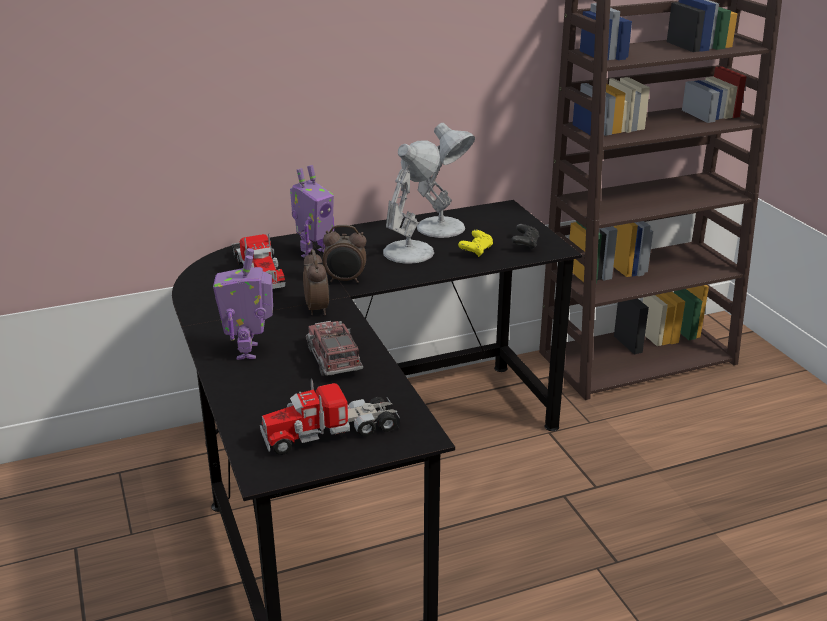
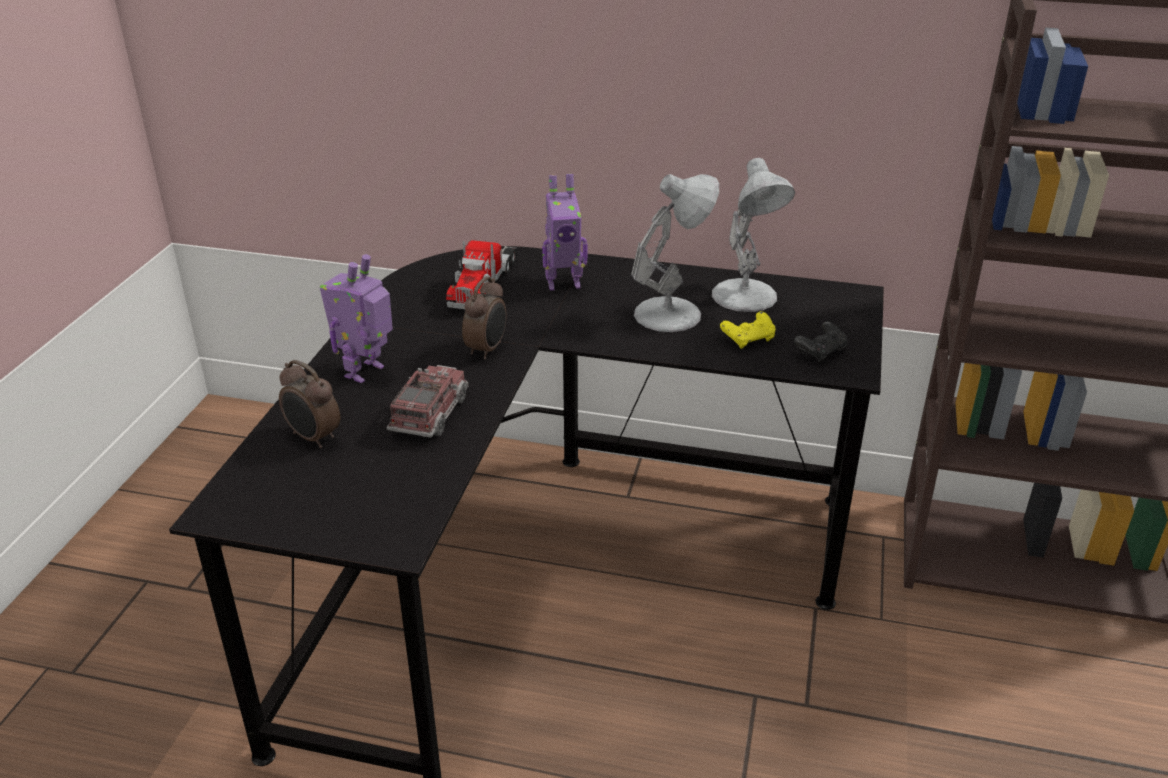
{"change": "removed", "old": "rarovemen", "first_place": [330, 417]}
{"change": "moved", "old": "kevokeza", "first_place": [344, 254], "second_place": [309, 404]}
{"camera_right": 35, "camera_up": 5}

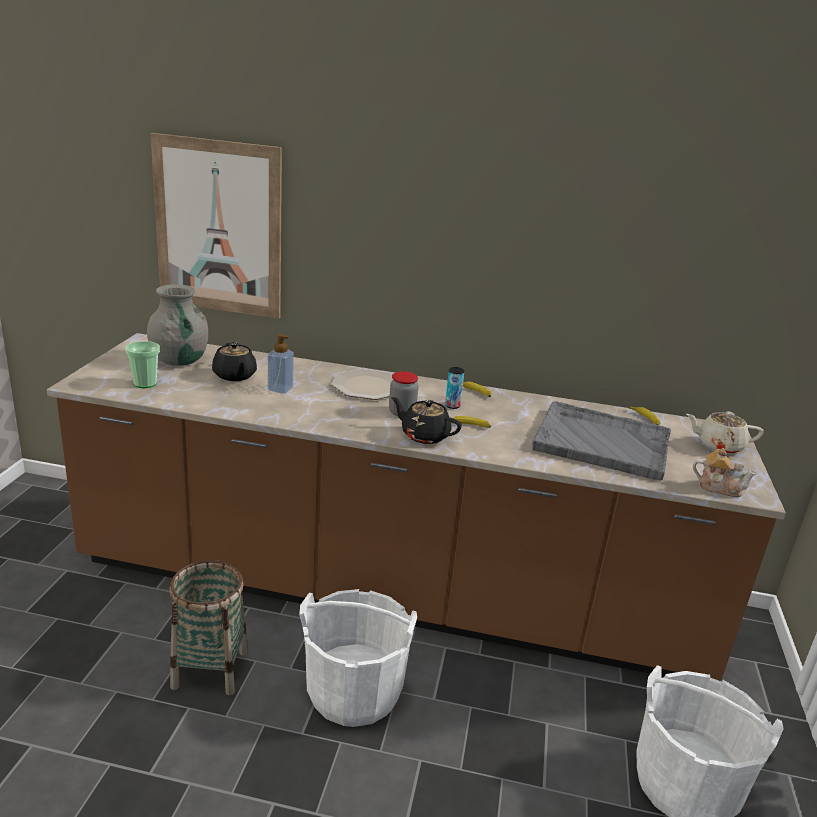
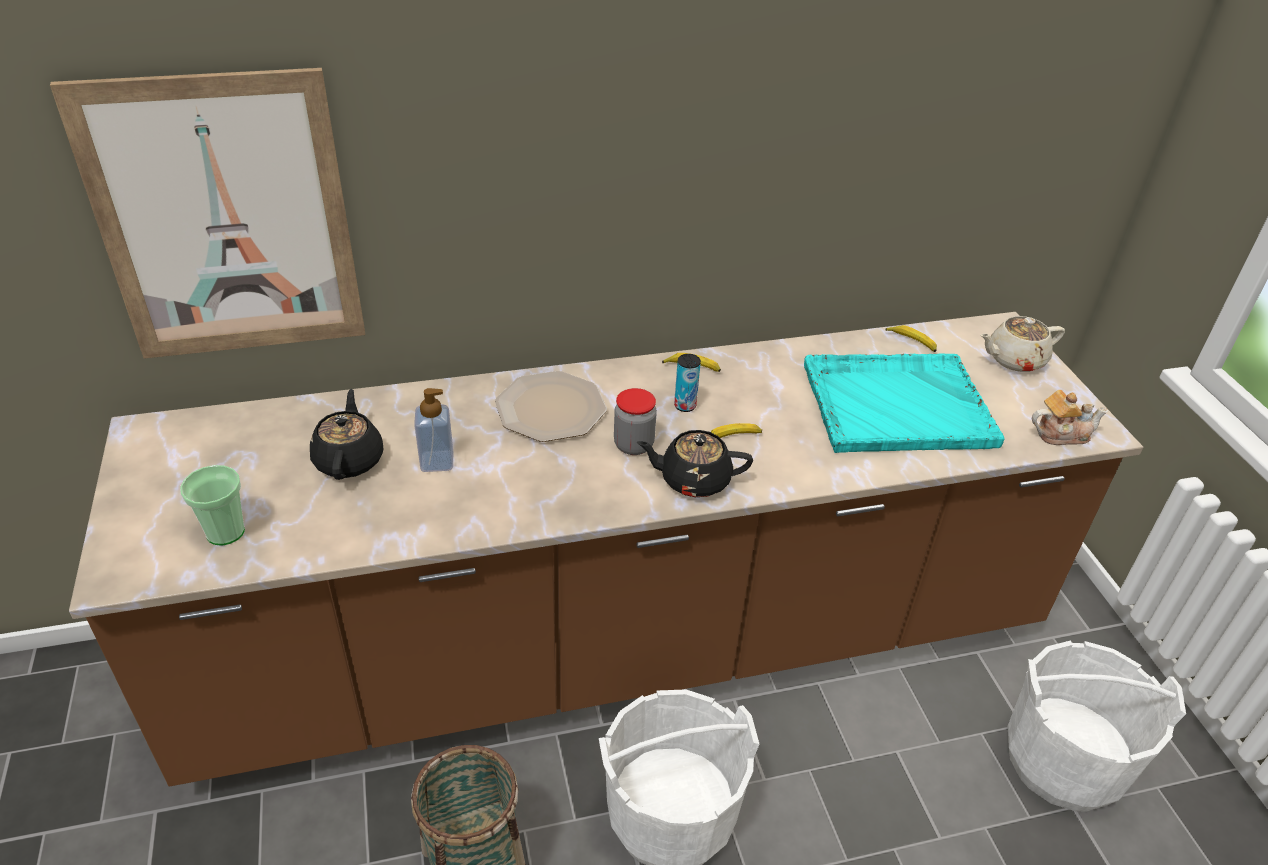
{"change": "removed", "old": "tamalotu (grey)", "first_place": [177, 325]}
{"change": "recoloured", "old": "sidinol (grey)", "new": "sidinol (turquoise)", "first_place": [601, 440], "second_place": [904, 403]}
{"change": "turned", "old": "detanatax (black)", "first_place": [234, 361], "second_place": [347, 434], "degrees": -135}
{"camera_right": -25, "camera_up": 15}

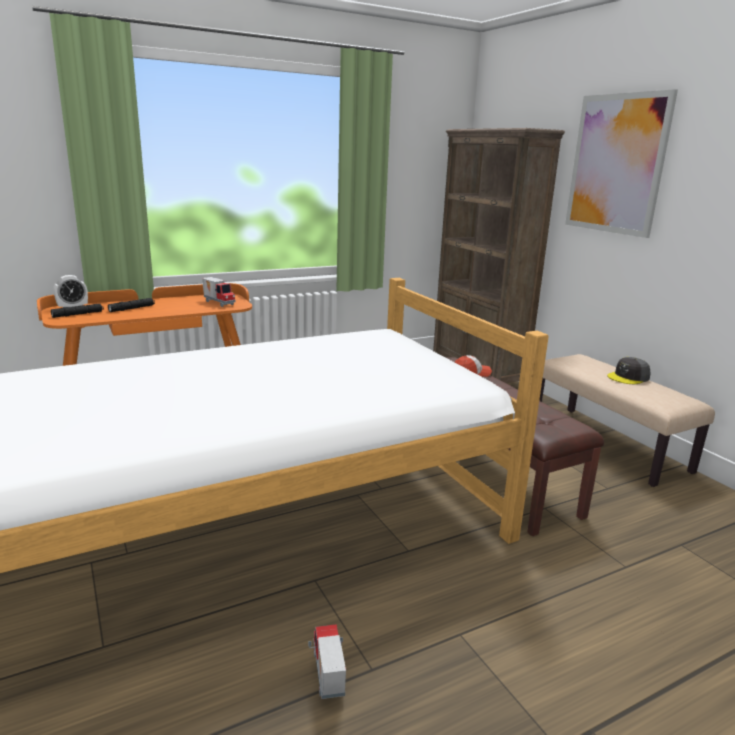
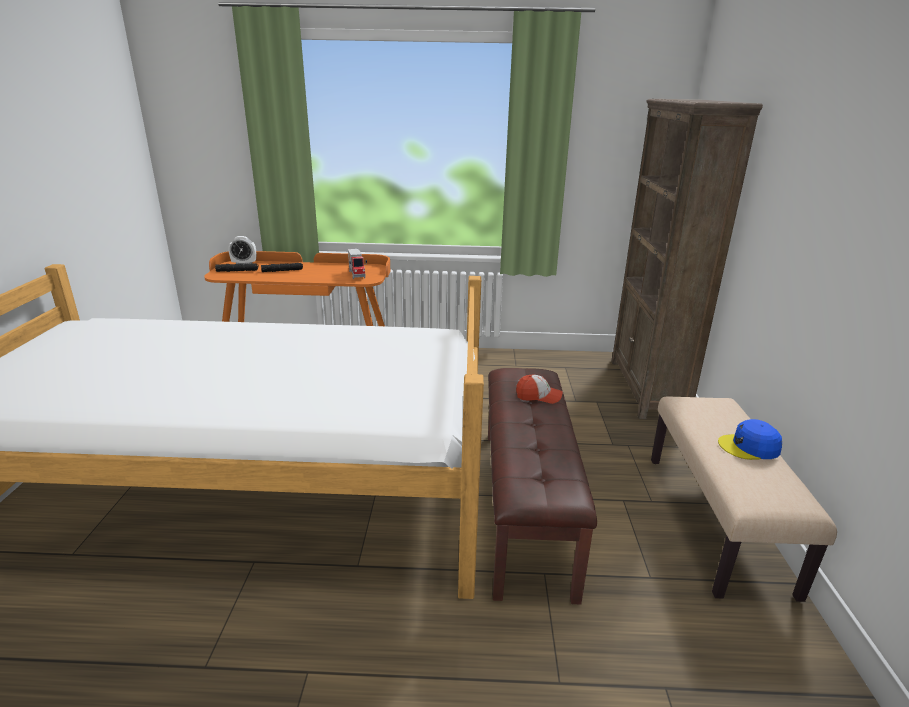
{"change": "removed", "old": "rarovemen", "first_place": [327, 661]}
{"change": "removed", "old": "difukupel", "first_place": [621, 163]}
{"change": "recoloured", "old": "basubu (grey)", "new": "basubu (blue)", "first_place": [629, 370], "second_place": [750, 439]}
{"camera_right": 30, "camera_up": 5}

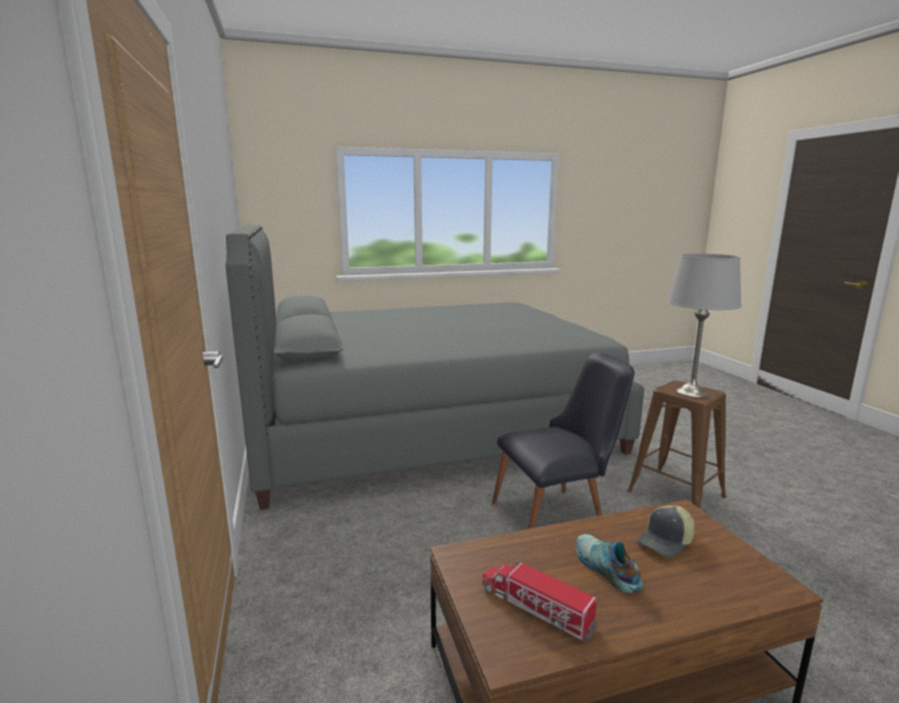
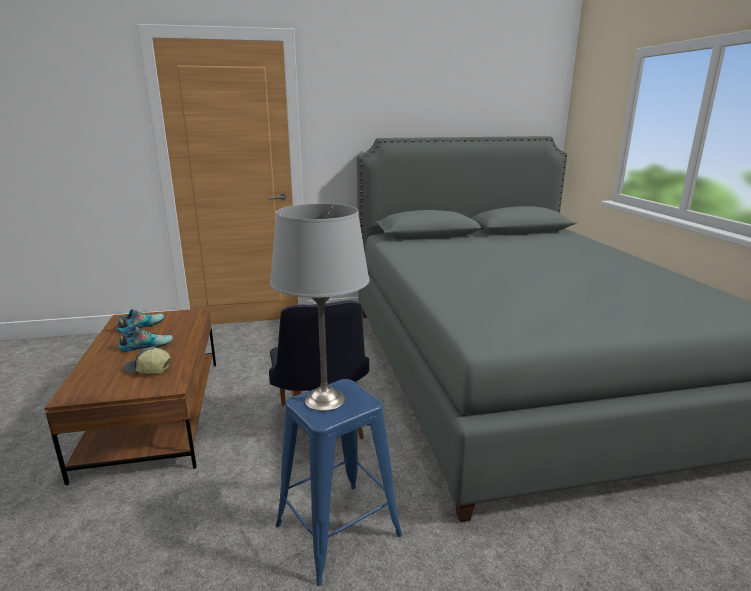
{"change": "replaced", "old": "rarovemen", "new": "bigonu", "first_place": [540, 600], "second_place": [141, 321]}
{"change": "recoloured", "old": "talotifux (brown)", "new": "talotifux (blue)", "first_place": [676, 445], "second_place": [339, 482]}
{"change": "turned", "old": "basubu", "first_place": [666, 531], "second_place": [147, 360], "degrees": -45}
{"camera_right": 95, "camera_up": 5}

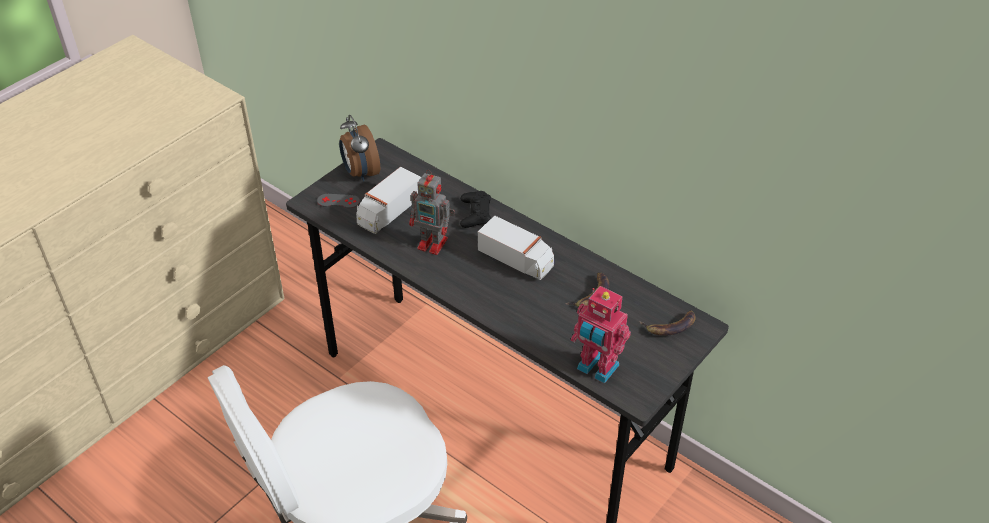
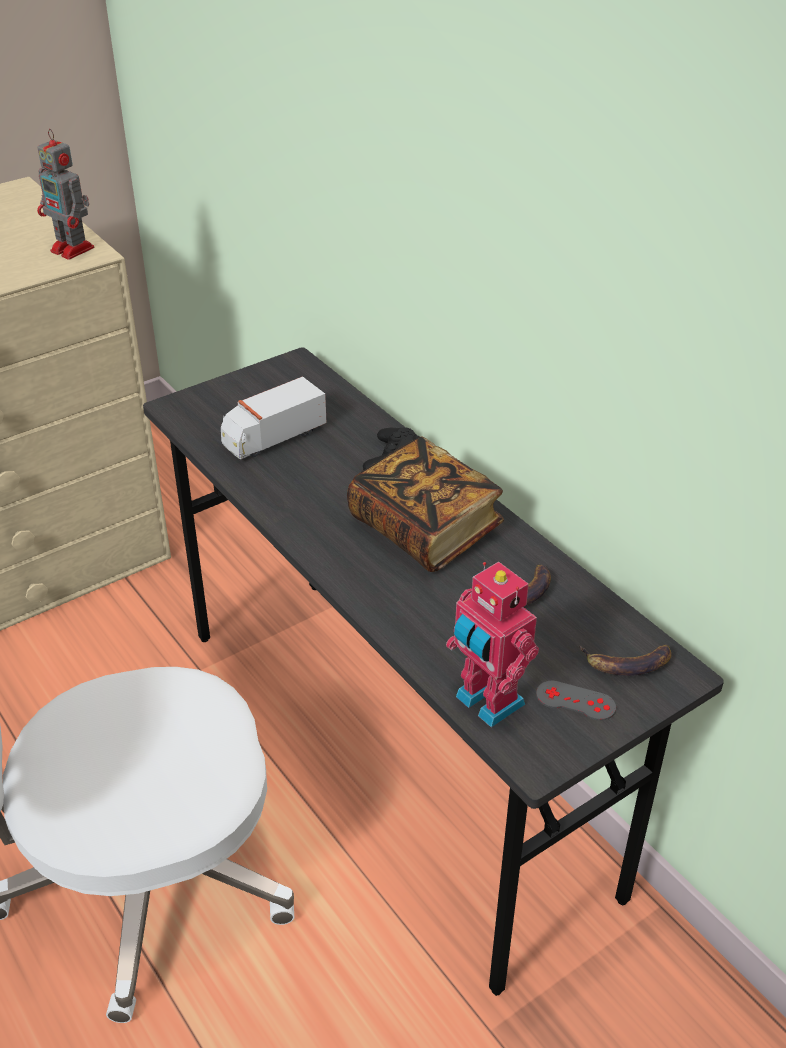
{"change": "removed", "old": "kevokeza", "first_place": [359, 148]}
{"change": "moved", "old": "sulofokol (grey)", "first_place": [338, 201], "second_place": [576, 701]}
{"change": "moved", "old": "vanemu", "first_place": [432, 212], "second_place": [65, 194]}
{"change": "replaced", "old": "rarovemen", "new": "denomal", "first_place": [516, 247], "second_place": [425, 504]}
{"camera_right": 15, "camera_up": -5}

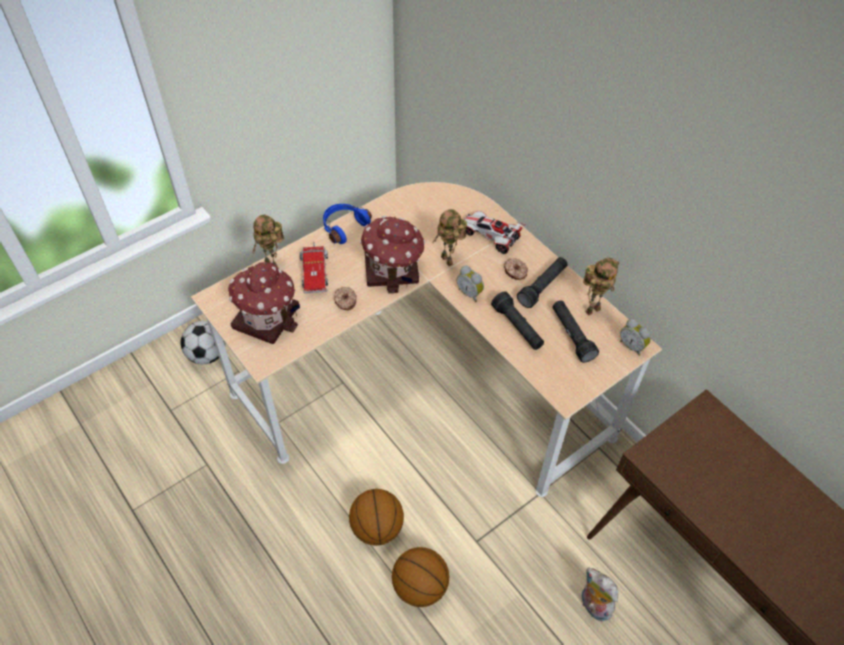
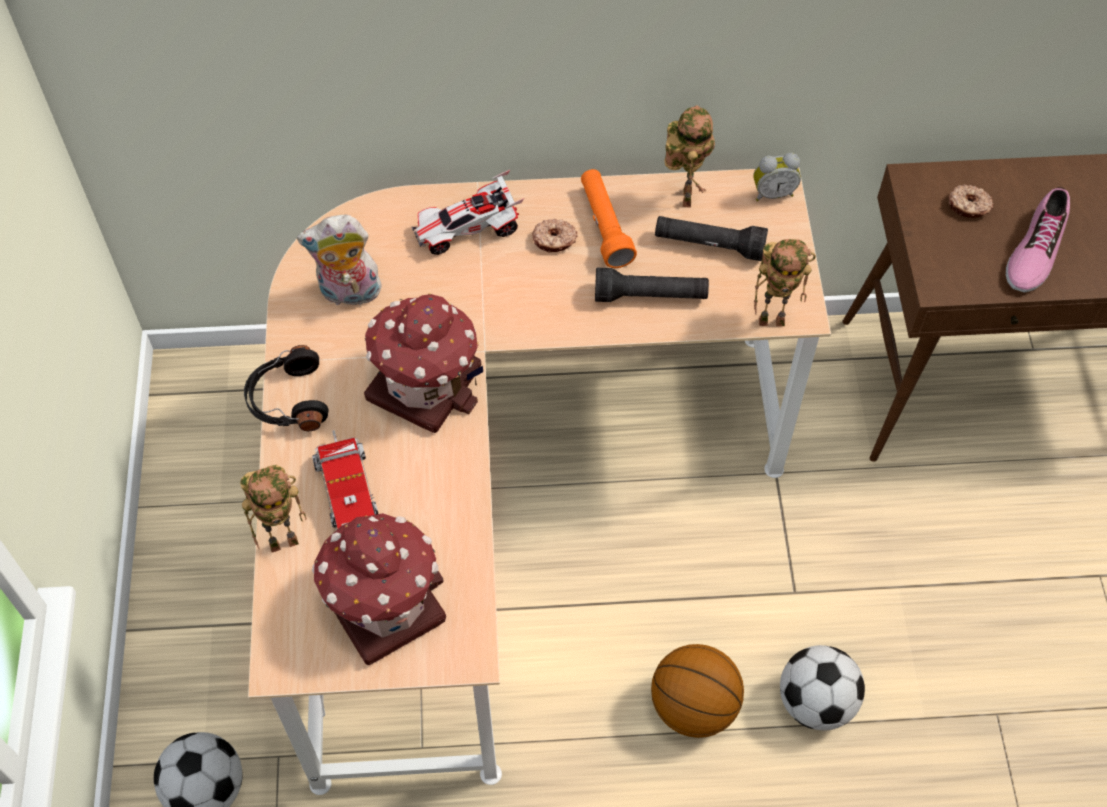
{"change": "removed", "old": "kevokeza", "first_place": [470, 284]}
{"change": "added", "new": "bigonu", "second_place": [1038, 239]}
{"change": "moved", "old": "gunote", "first_place": [345, 298], "second_place": [971, 201]}
{"change": "moved", "old": "vanemu", "first_place": [450, 237], "second_place": [785, 282]}
{"change": "moved", "old": "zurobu", "first_place": [600, 594], "second_place": [339, 260]}
{"change": "replaced", "old": "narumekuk", "new": "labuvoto", "first_place": [420, 577], "second_place": [822, 688]}
{"change": "recoloured", "old": "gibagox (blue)", "new": "gibagox (black)", "first_place": [347, 224], "second_place": [286, 388]}
{"change": "recoloured", "old": "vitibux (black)", "new": "vitibux (orange)", "first_place": [542, 282], "second_place": [609, 218]}
{"change": "turned", "old": "rarovemen", "first_place": [314, 268], "second_place": [345, 479], "degrees": 45}
{"camera_right": -55, "camera_up": 5}

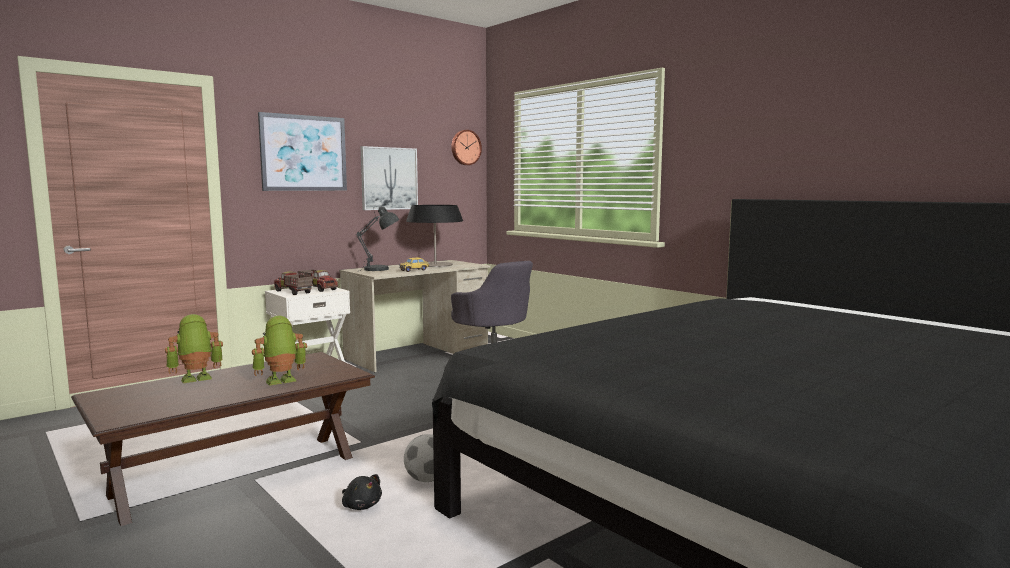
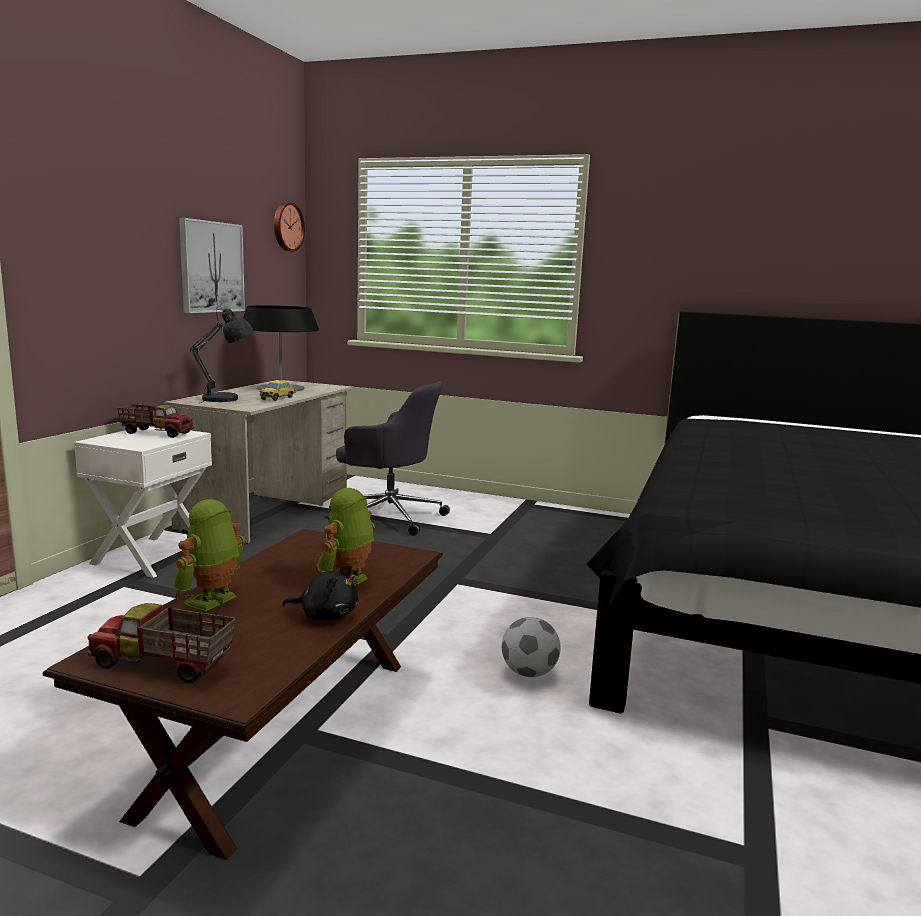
{"change": "removed", "old": "difukupel", "first_place": [302, 151]}
{"change": "moved", "old": "rarovemen", "first_place": [293, 283], "second_place": [161, 643]}
{"change": "moved", "old": "zurobu (black)", "first_place": [362, 492], "second_place": [320, 592]}
{"camera_right": -30, "camera_up": 5}

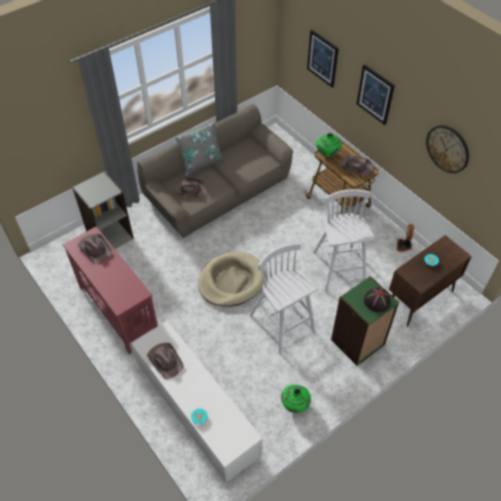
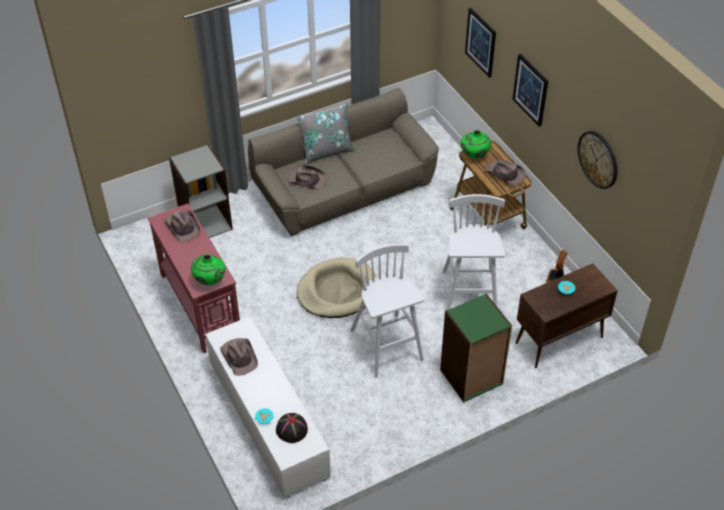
{"change": "moved", "old": "tamalotu (green)", "first_place": [296, 398], "second_place": [208, 269]}
{"change": "moved", "old": "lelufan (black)", "first_place": [377, 299], "second_place": [292, 428]}
{"camera_right": 10, "camera_up": -5}

